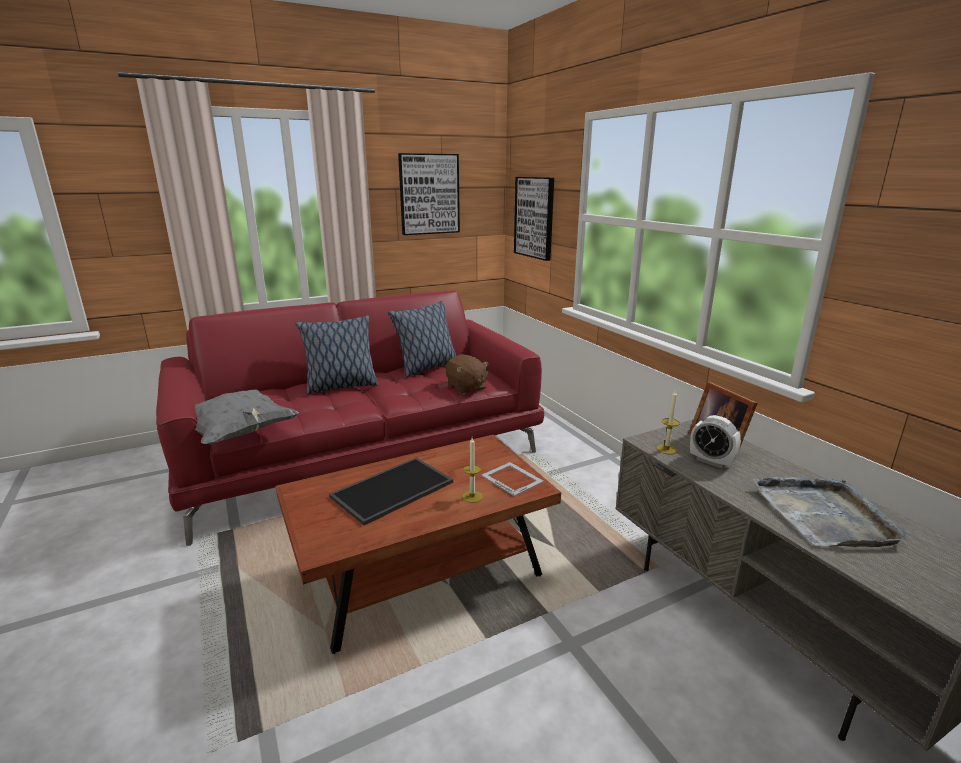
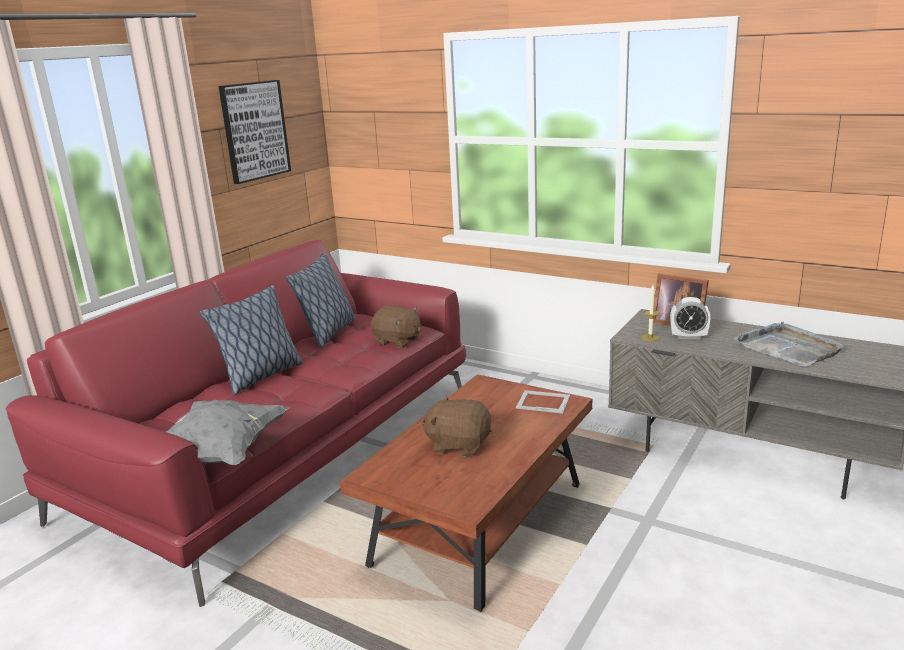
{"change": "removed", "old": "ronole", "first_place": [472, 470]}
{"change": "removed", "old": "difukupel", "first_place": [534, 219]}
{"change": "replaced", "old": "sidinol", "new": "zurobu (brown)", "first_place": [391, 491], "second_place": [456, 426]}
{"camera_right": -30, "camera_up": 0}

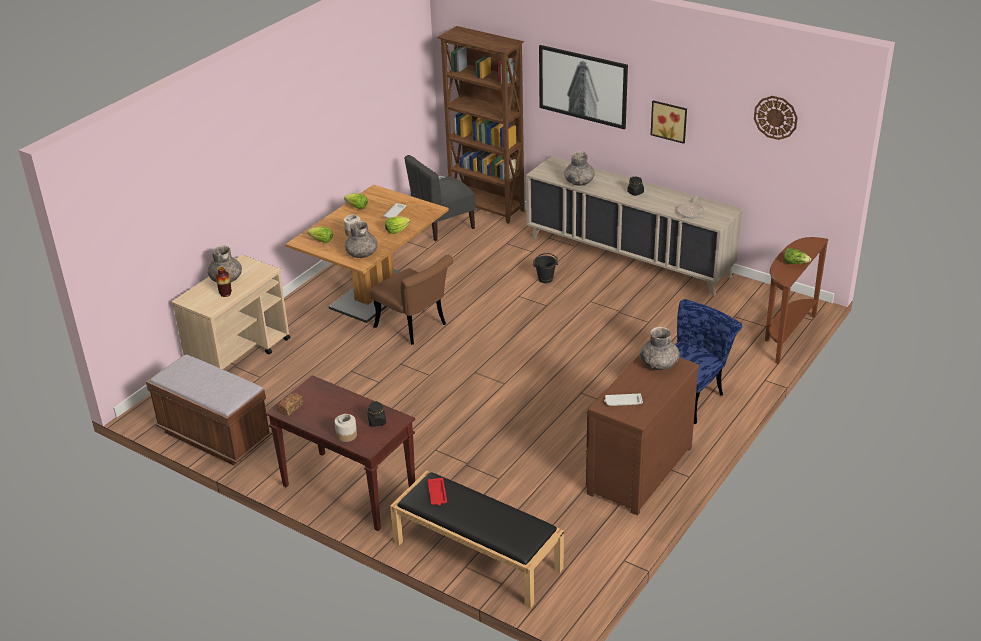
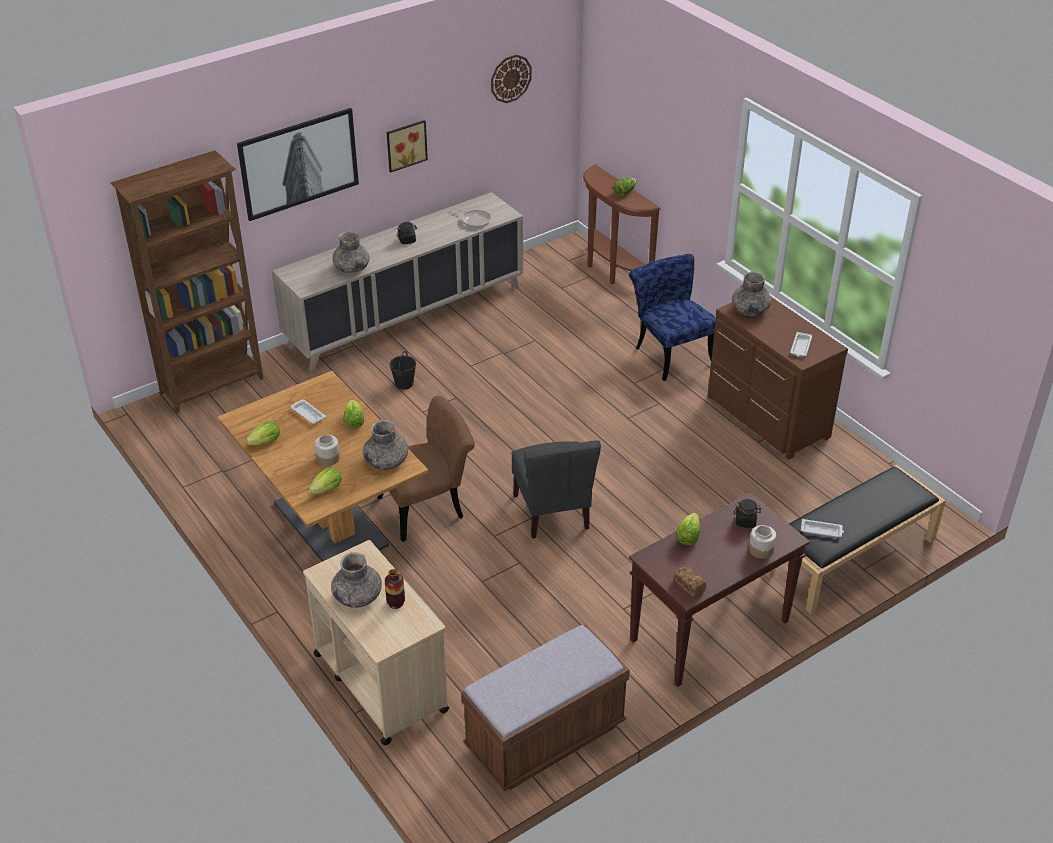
{"change": "added", "new": "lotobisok", "second_place": [688, 529]}
{"change": "moved", "old": "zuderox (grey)", "first_place": [439, 198], "second_place": [556, 489]}
{"change": "recoloured", "old": "sidinol (red)", "new": "sidinol (white)", "first_place": [437, 491], "second_place": [822, 528]}
{"camera_right": -70, "camera_up": 5}

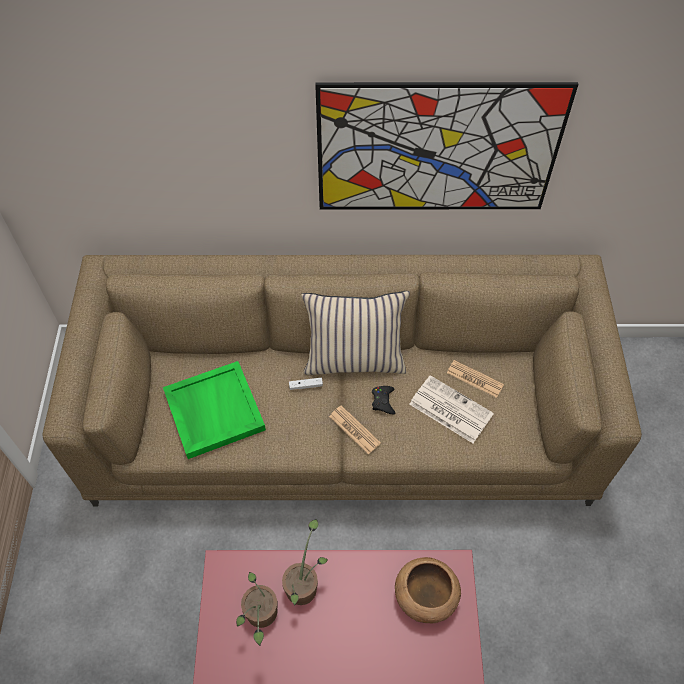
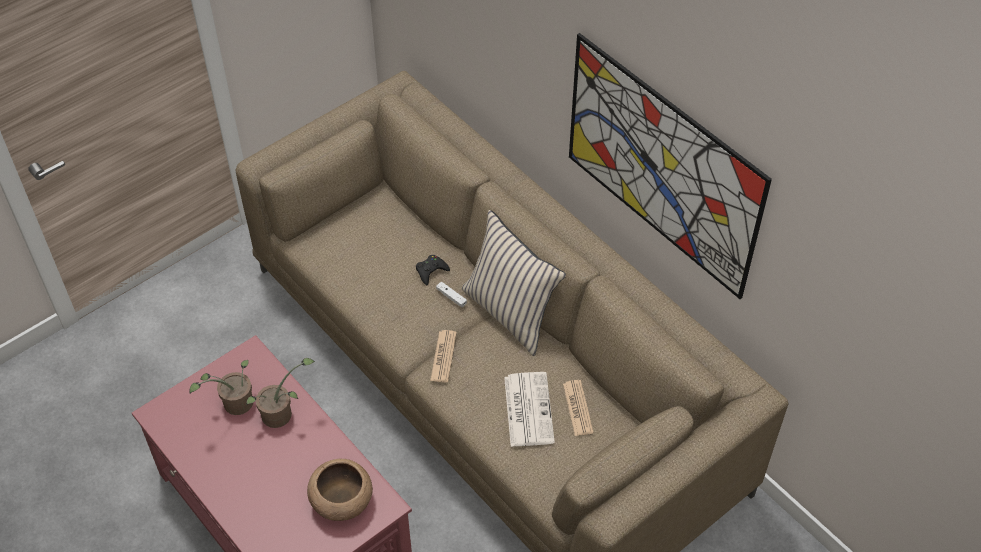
{"change": "removed", "old": "sidinol (green)", "first_place": [214, 410]}
{"change": "moved", "old": "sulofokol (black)", "first_place": [384, 400], "second_place": [433, 270]}
{"camera_right": 50, "camera_up": -5}

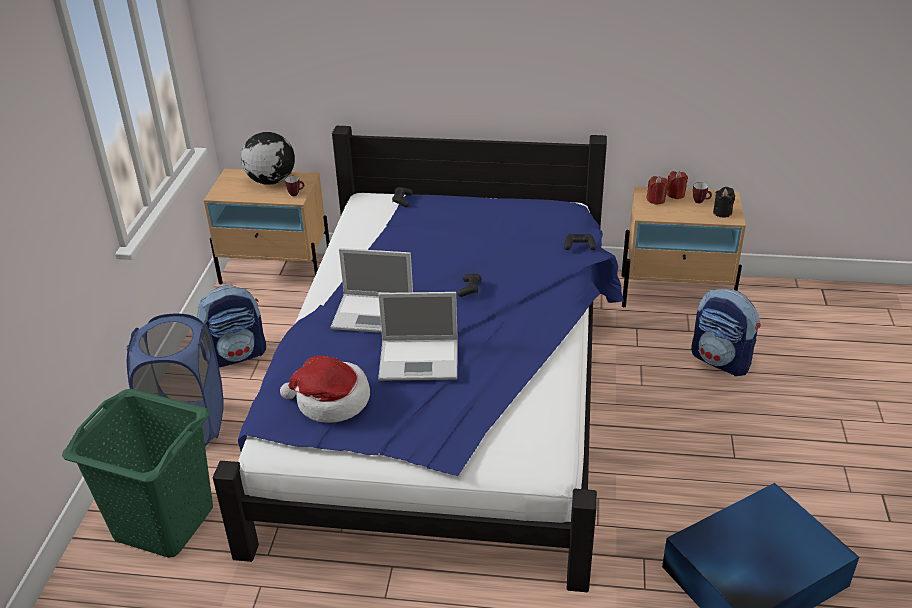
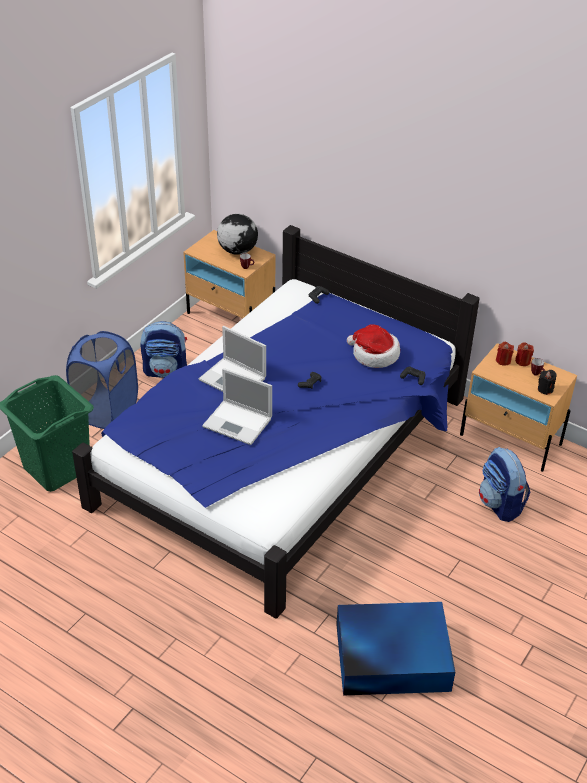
{"change": "moved", "old": "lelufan", "first_place": [325, 389], "second_place": [373, 346]}
{"camera_right": 25, "camera_up": 5}

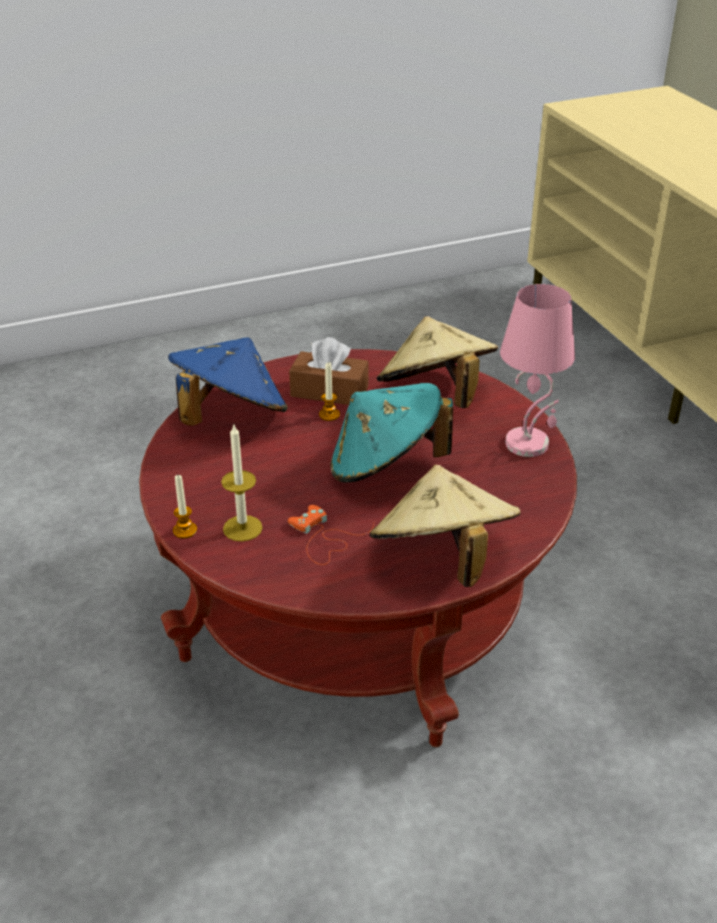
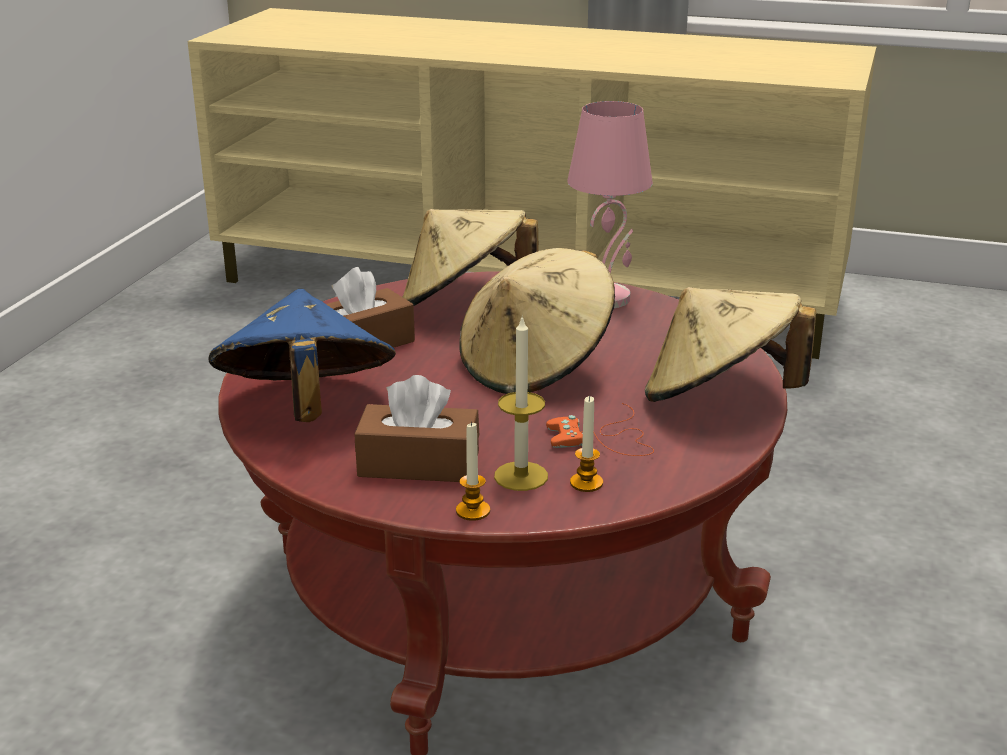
{"change": "added", "new": "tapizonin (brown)", "second_place": [416, 428]}
{"change": "moved", "old": "ronole", "first_place": [329, 391], "second_place": [586, 444]}
{"change": "recoloured", "old": "lelufan (turquoise)", "new": "lelufan (beige)", "first_place": [392, 433], "second_place": [537, 321]}
{"camera_right": -50, "camera_up": -10}

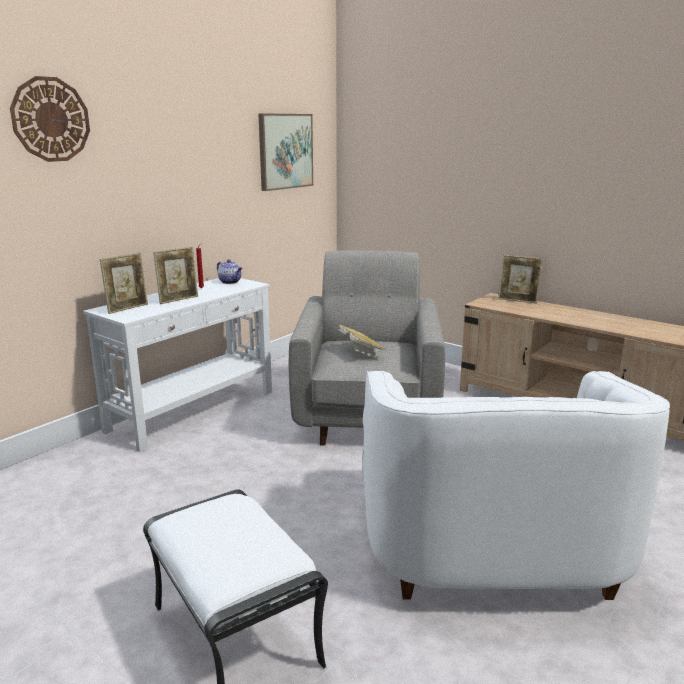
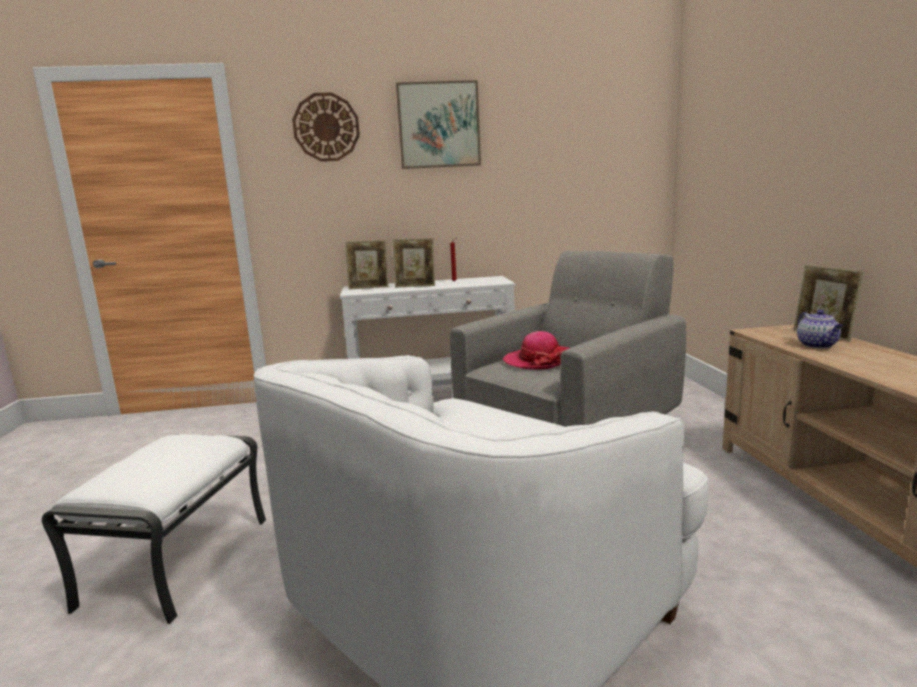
{"change": "moved", "old": "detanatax", "first_place": [229, 271], "second_place": [820, 329]}
{"change": "moved", "old": "difukupel", "first_place": [285, 152], "second_place": [438, 124]}
{"change": "replaced", "old": "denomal", "new": "lelufan", "first_place": [362, 341], "second_place": [536, 350]}
{"camera_right": 45, "camera_up": -5}

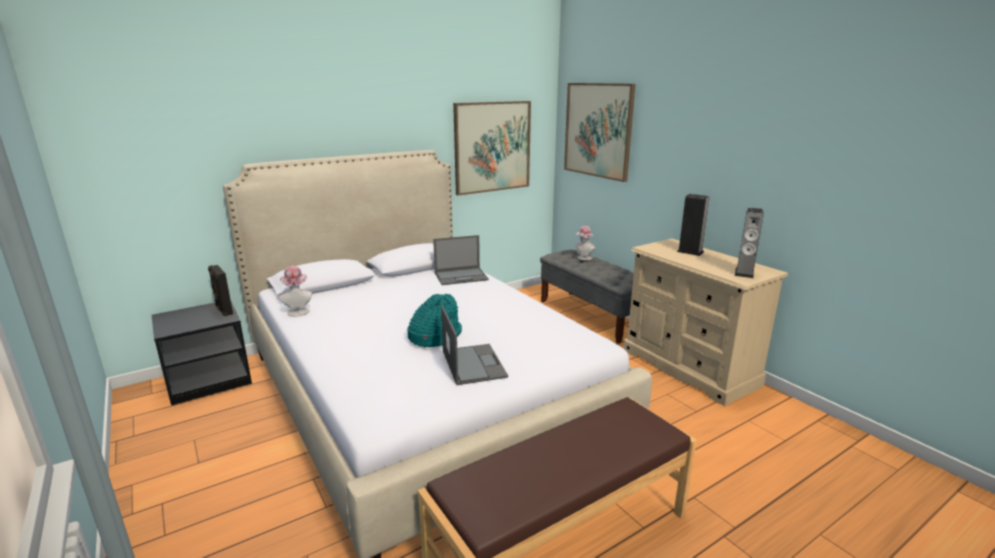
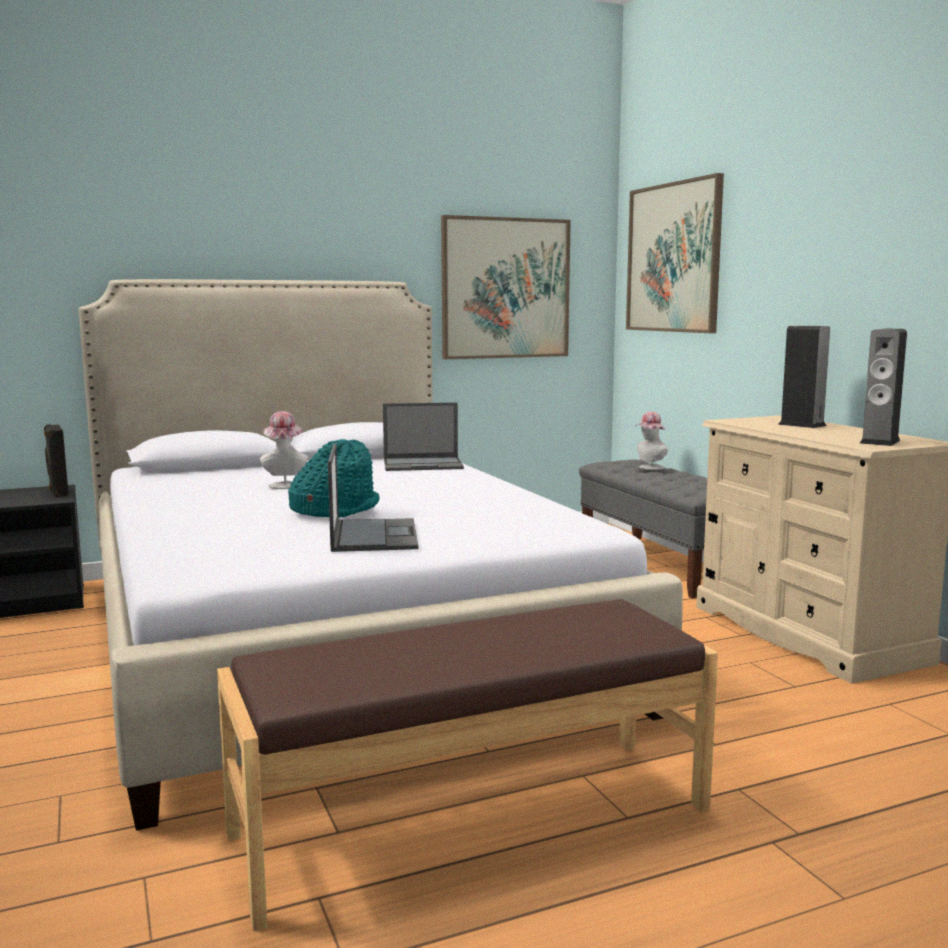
{"change": "moved", "old": "lelufan", "first_place": [296, 291], "second_place": [284, 450]}
{"camera_right": 10, "camera_up": -10}

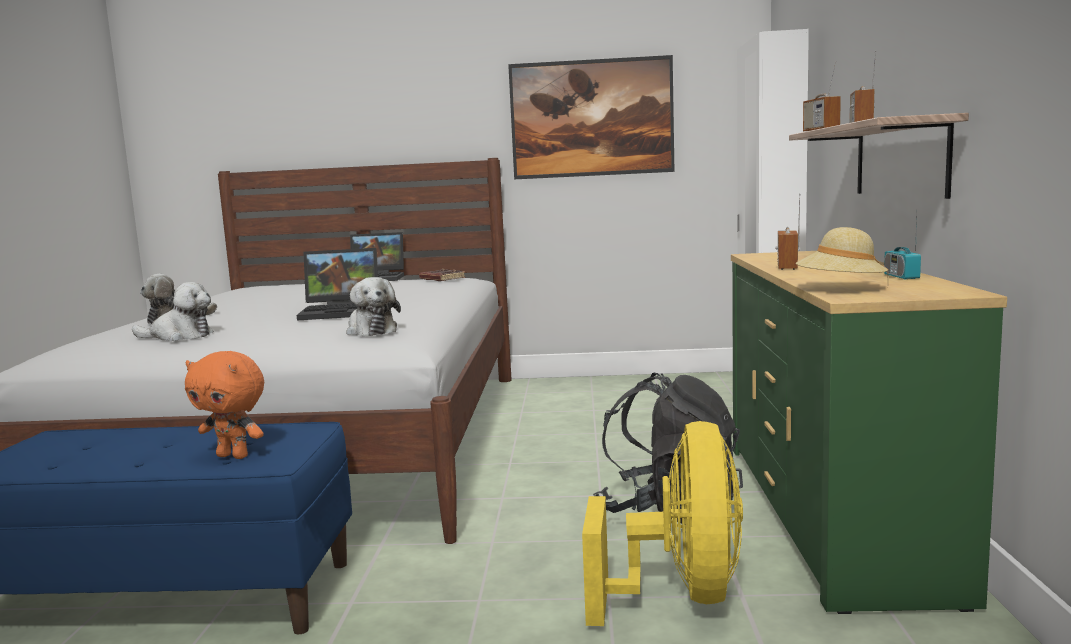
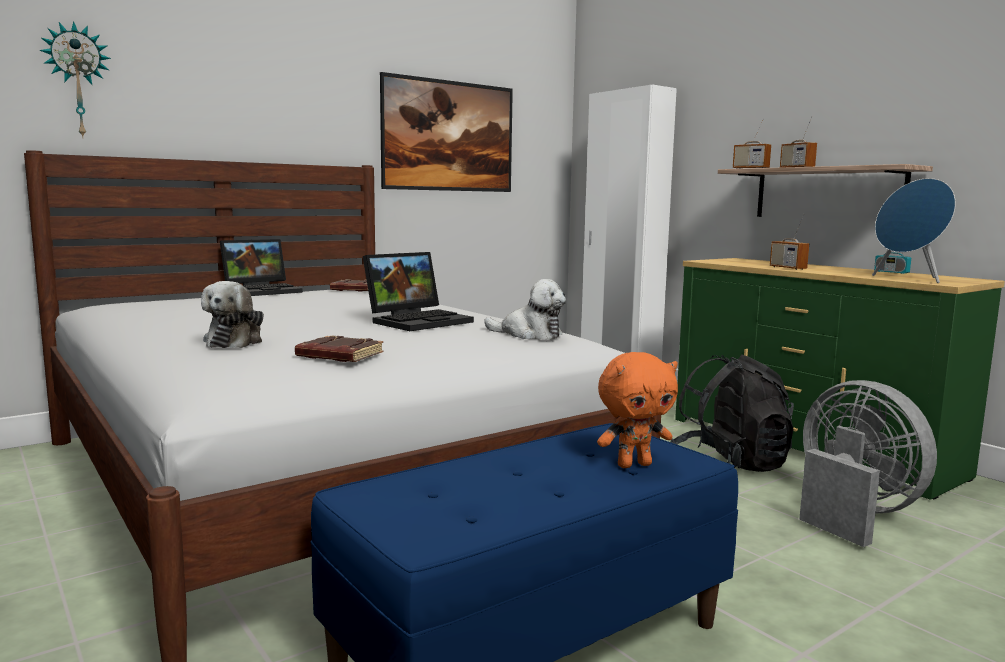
{"change": "added", "new": "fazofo", "second_place": [75, 79]}
{"change": "replaced", "old": "zurobu", "new": "denomal (brown)", "first_place": [173, 311], "second_place": [339, 349]}
{"change": "replaced", "old": "lelufan (beige)", "new": "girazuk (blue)", "first_place": [842, 251], "second_place": [914, 230]}
{"change": "recoloured", "old": "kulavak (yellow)", "new": "kulavak (grey)", "first_place": [662, 523], "second_place": [868, 463]}
{"camera_right": -40, "camera_up": 0}

